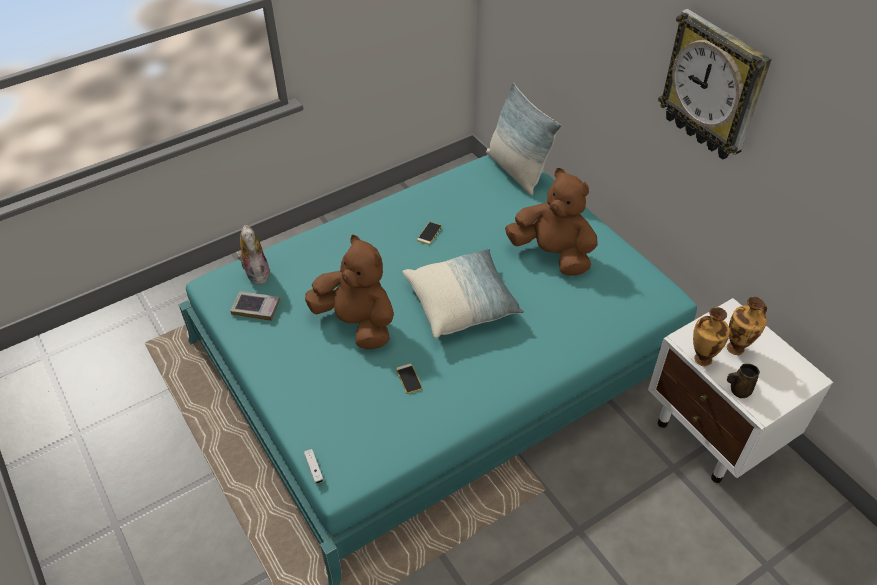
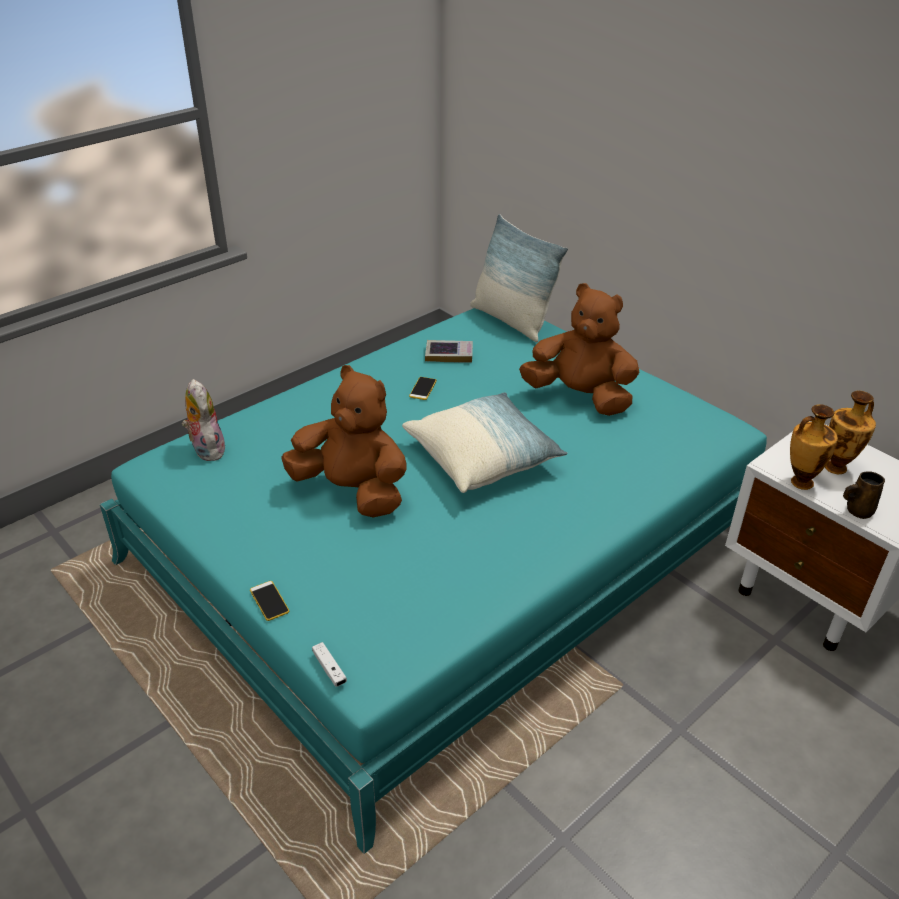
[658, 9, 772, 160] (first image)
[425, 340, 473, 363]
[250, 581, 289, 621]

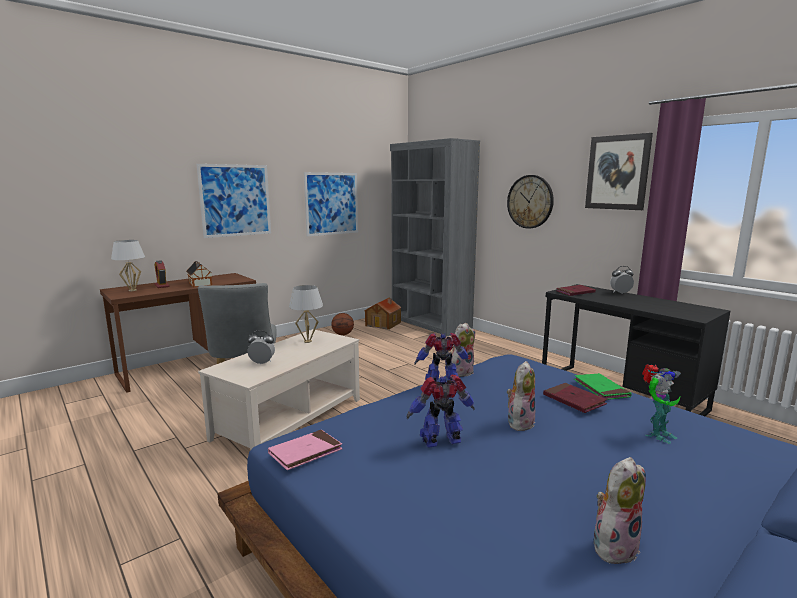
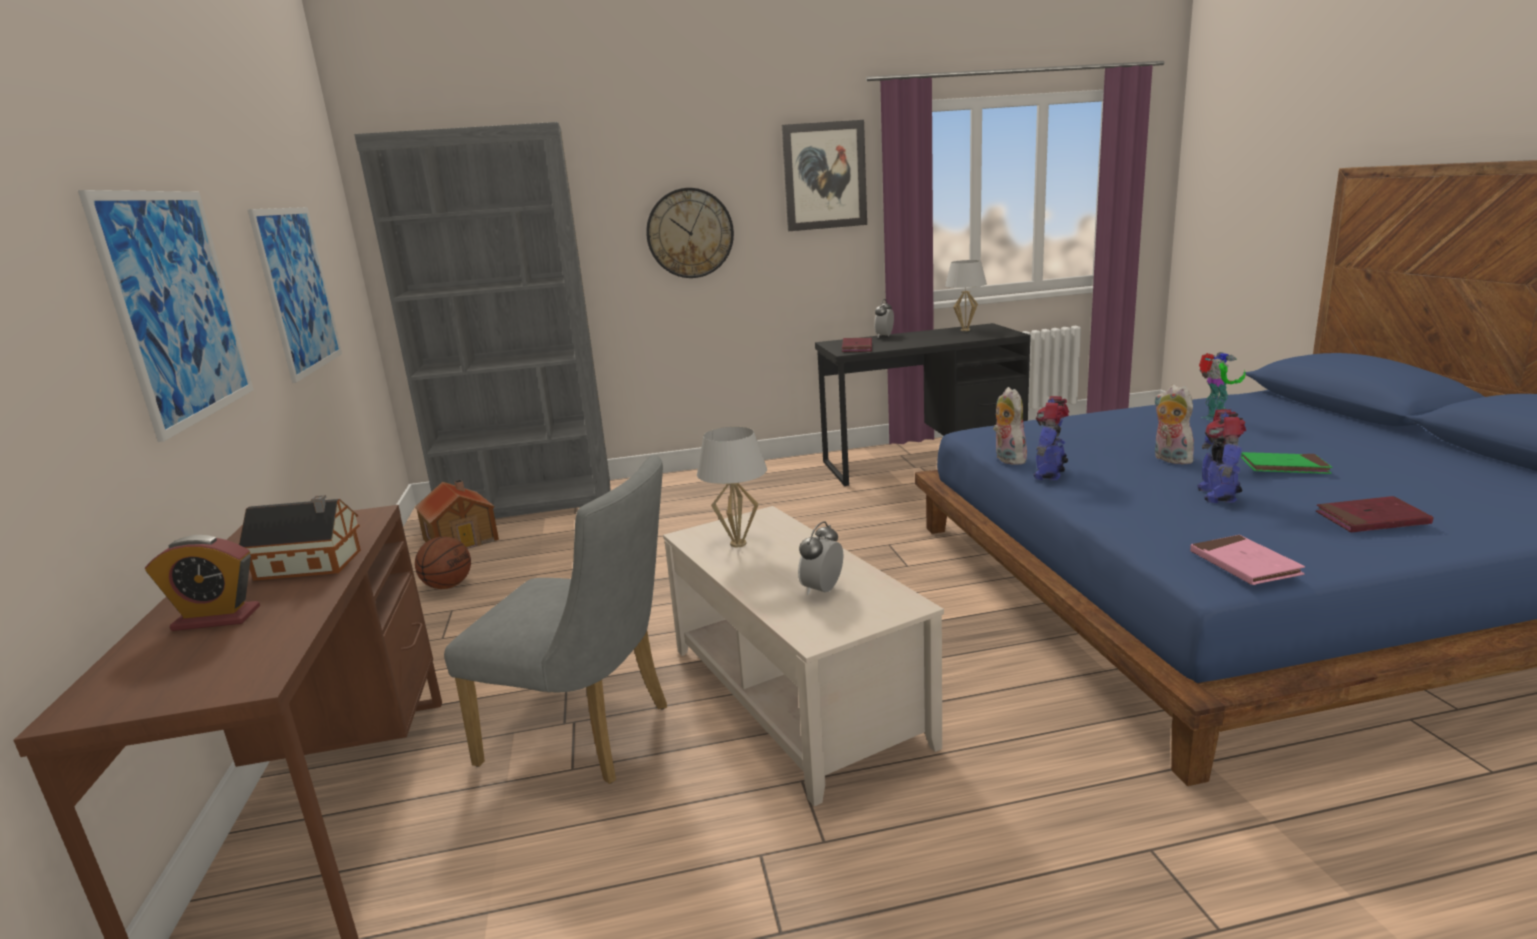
[945, 260, 987, 331]
[1241, 452, 1332, 474]
[1316, 496, 1433, 532]
[594, 457, 646, 564] (first image)

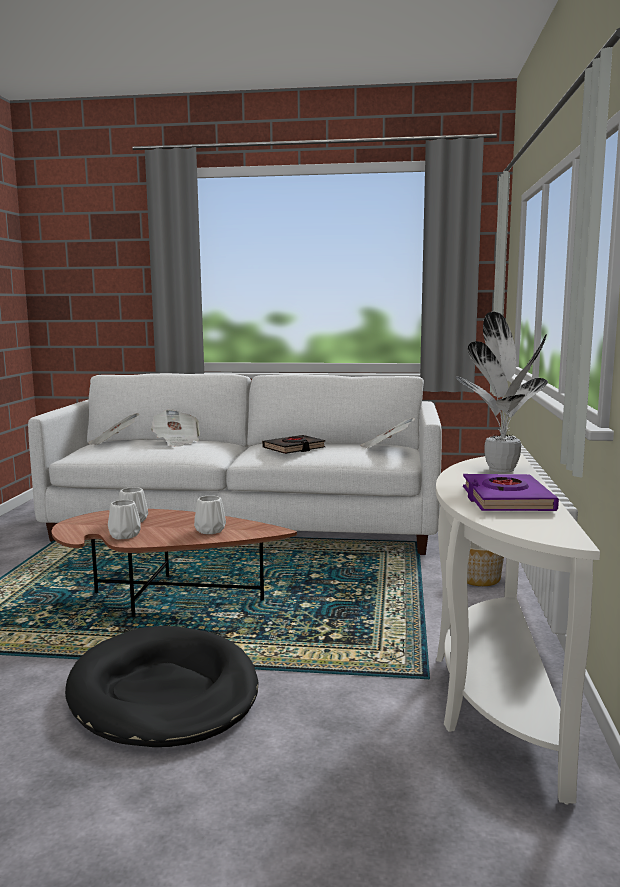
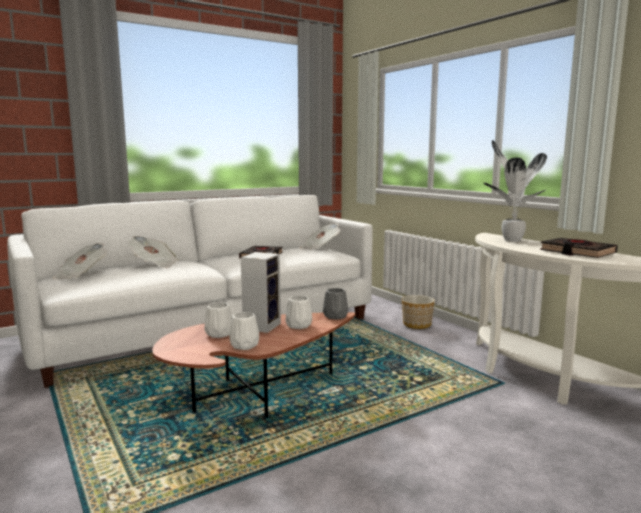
[540, 238, 618, 258]
[65, 626, 259, 747] (first image)
[241, 252, 281, 333]
[323, 288, 348, 320]

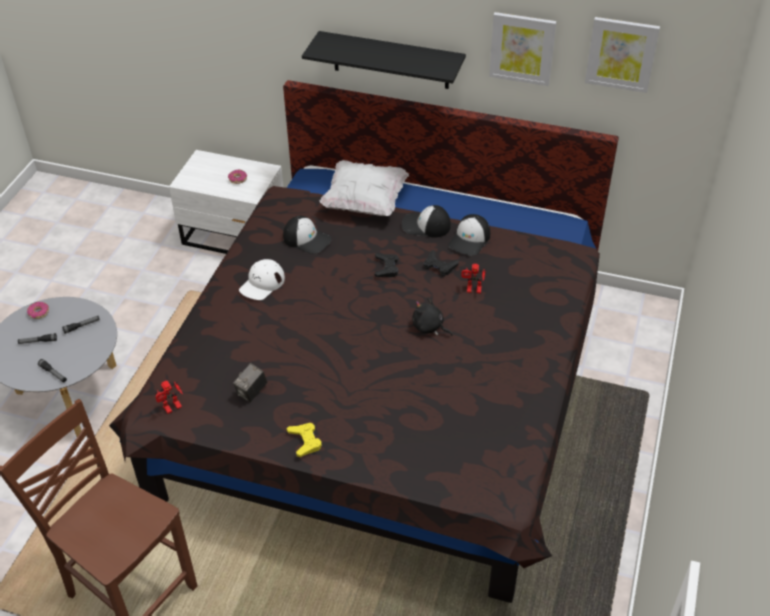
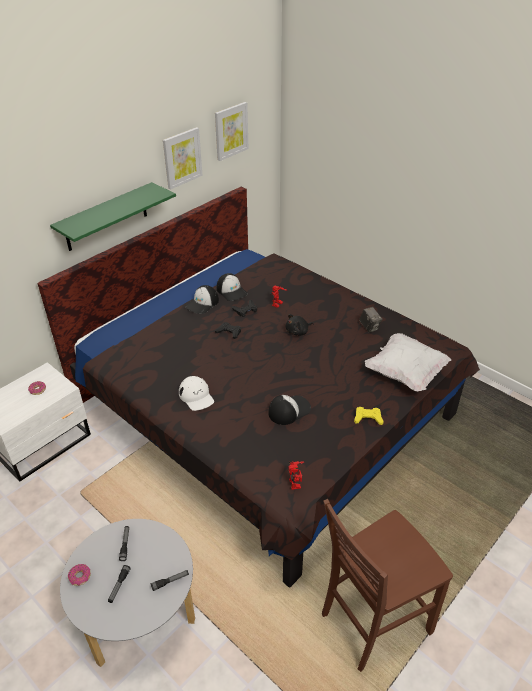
[50, 182, 176, 251]
[365, 333, 451, 391]
[268, 395, 311, 425]
[359, 307, 383, 333]

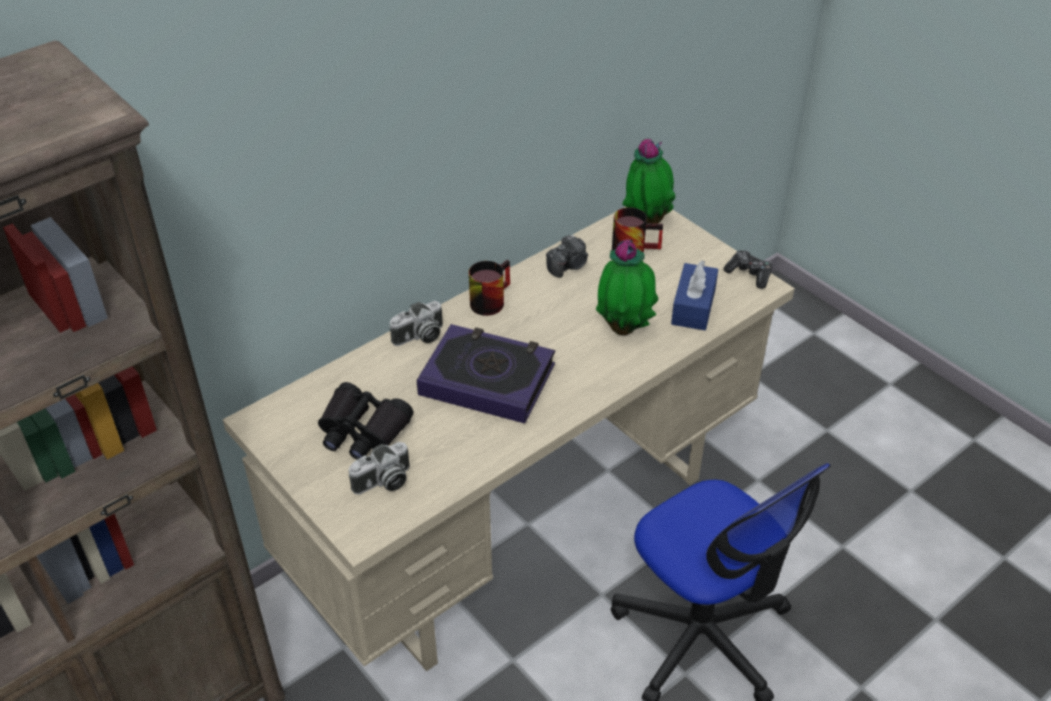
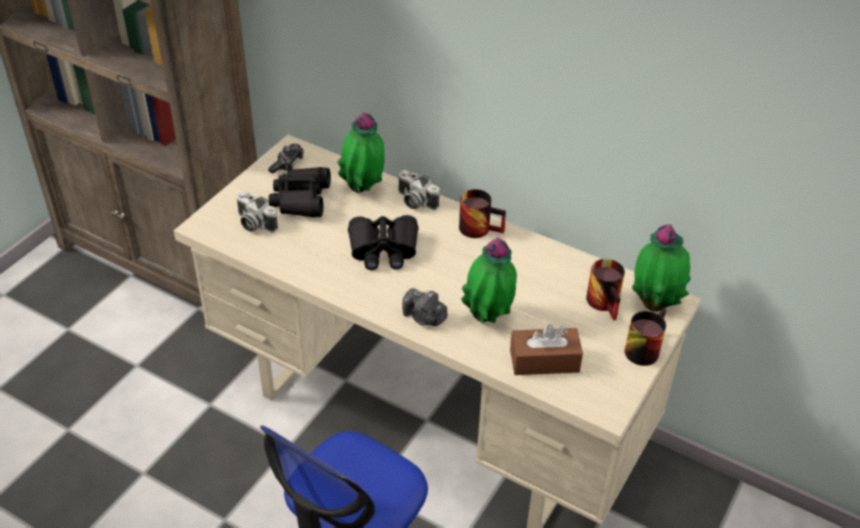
[402, 288, 447, 326]
[268, 144, 304, 173]
[510, 324, 583, 375]
[348, 215, 419, 270]
[337, 112, 384, 193]
[625, 309, 666, 366]

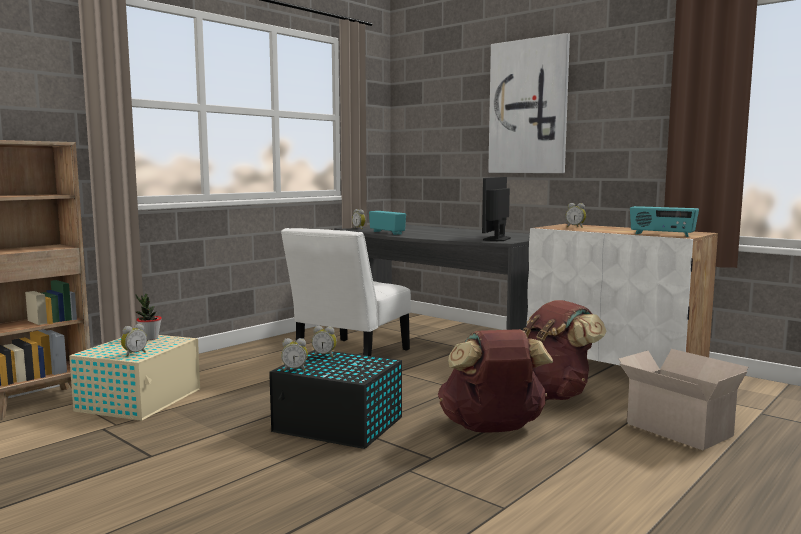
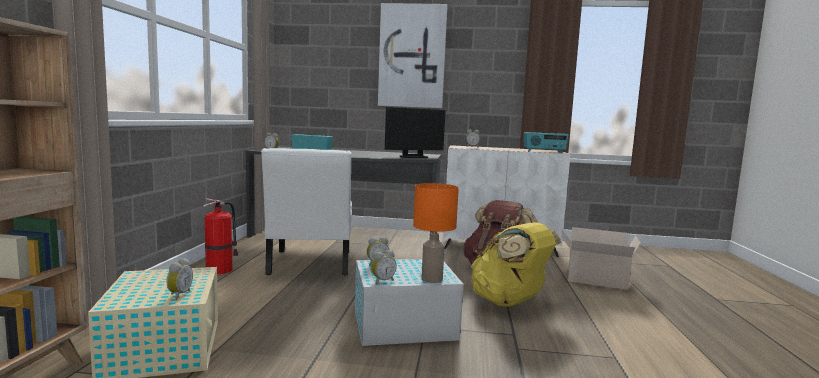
[385, 107, 445, 158]
[135, 294, 162, 340] (first image)
[471, 222, 561, 307]
[355, 259, 464, 346]
[413, 183, 459, 283]
[203, 198, 238, 274]

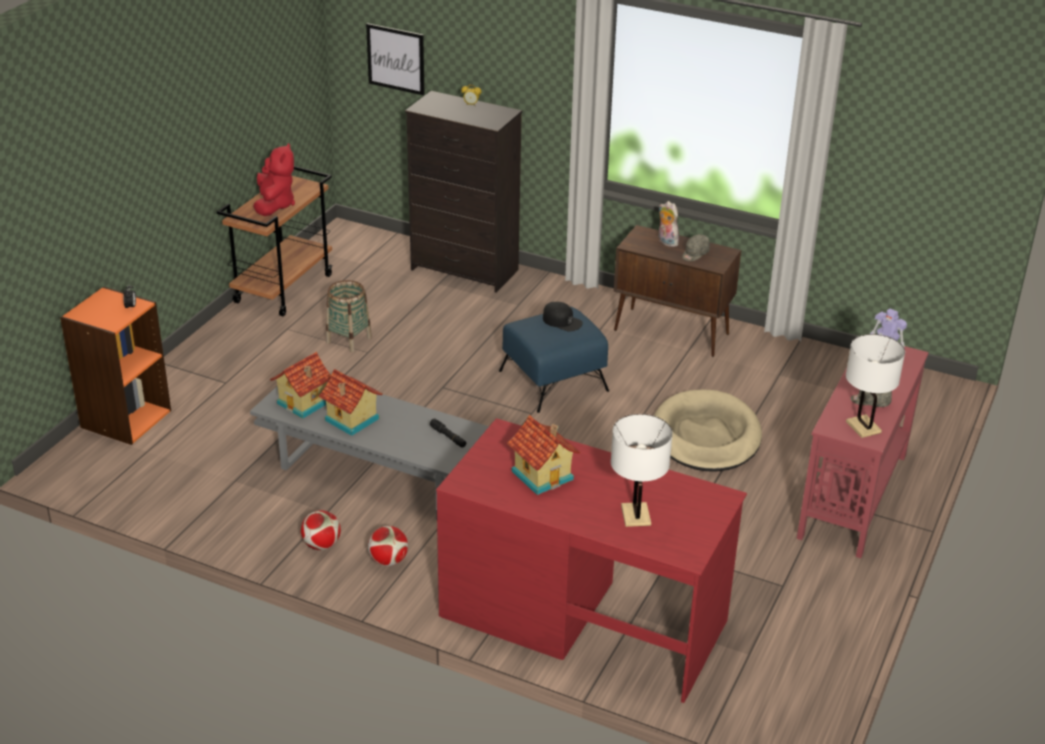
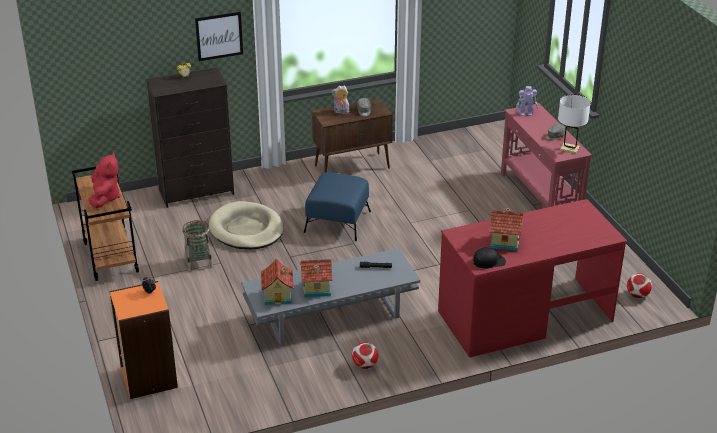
[195, 12, 243, 61]
[88, 152, 120, 208]
[473, 248, 506, 269]
[209, 201, 284, 249]
[611, 414, 673, 527] (first image)
[627, 273, 652, 298]

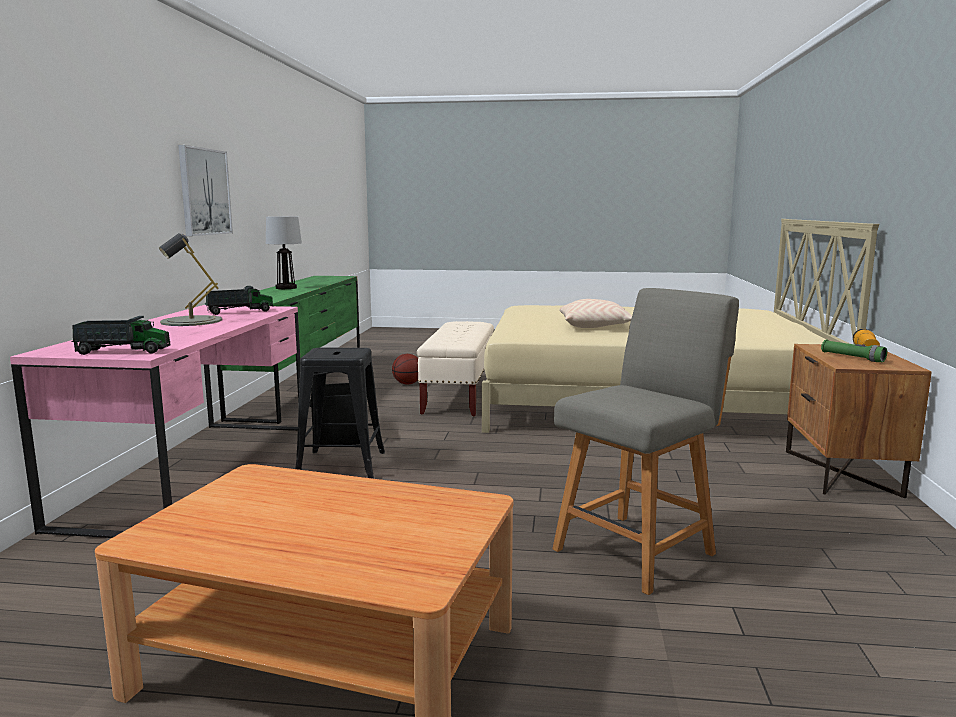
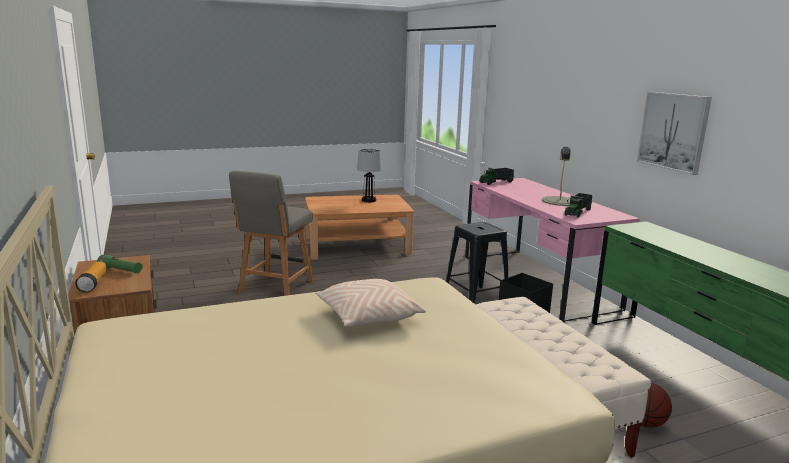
[357, 149, 382, 202]

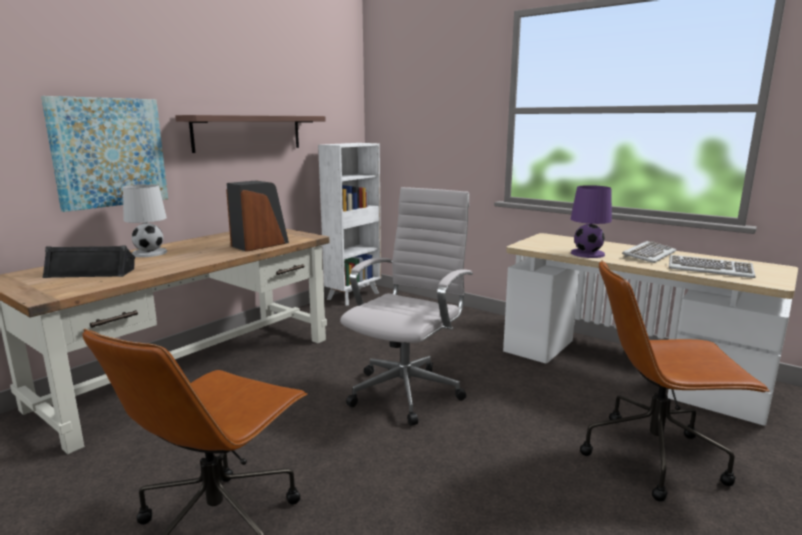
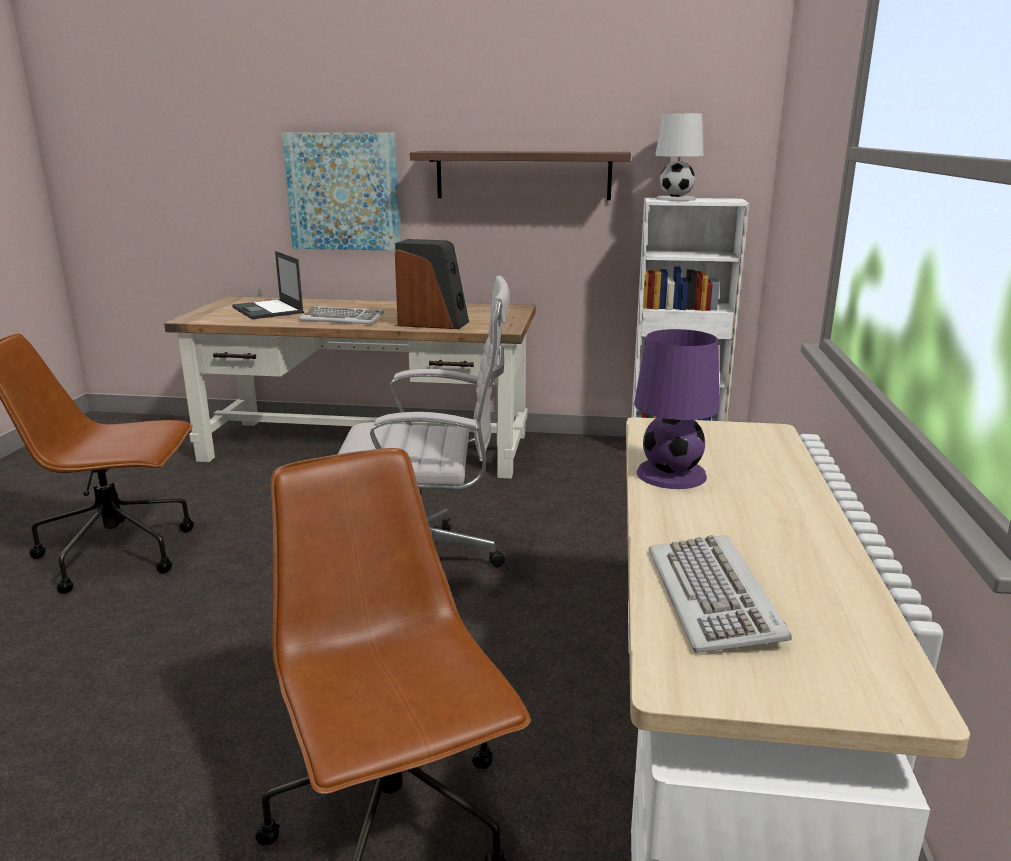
[655, 113, 703, 201]
[298, 306, 384, 324]
[232, 251, 304, 319]

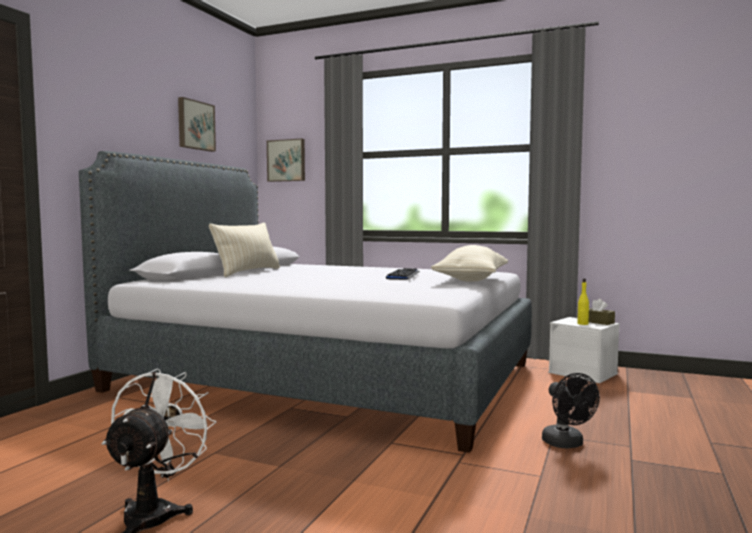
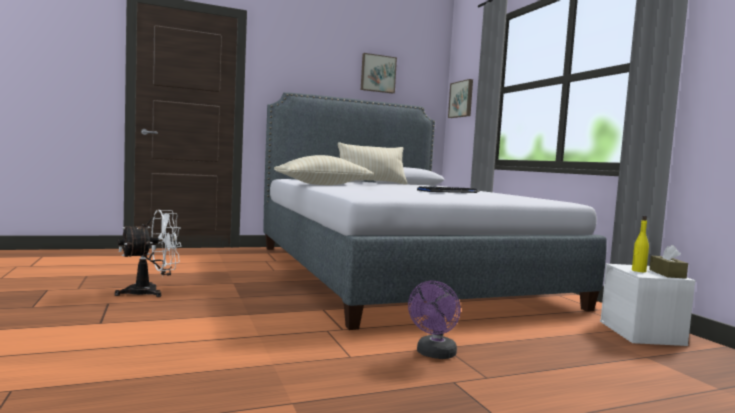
[274, 155, 374, 185]
[408, 281, 461, 359]

